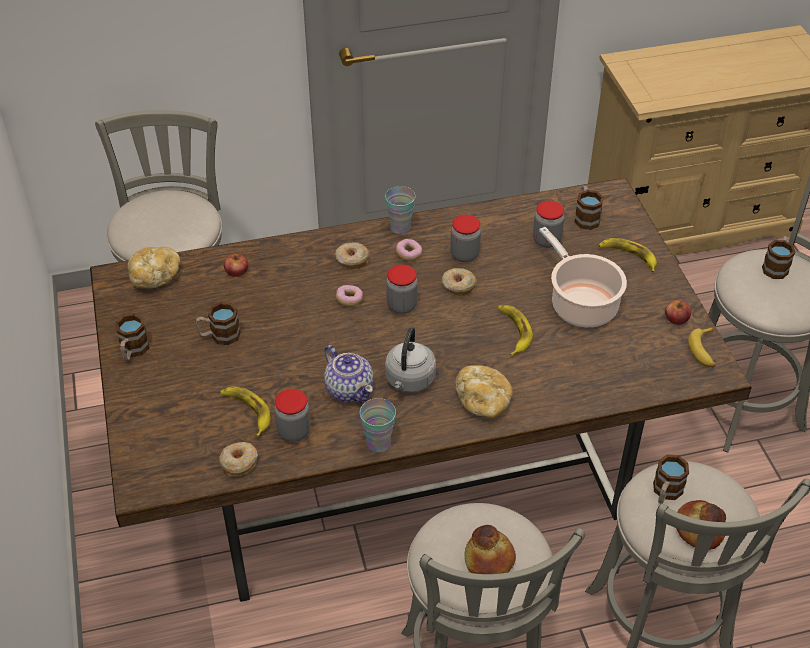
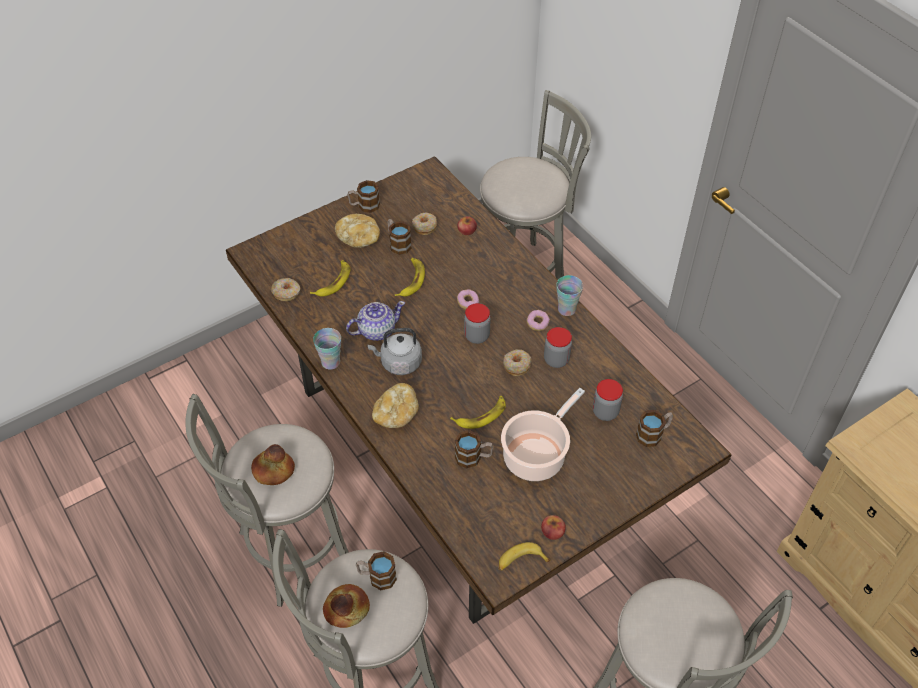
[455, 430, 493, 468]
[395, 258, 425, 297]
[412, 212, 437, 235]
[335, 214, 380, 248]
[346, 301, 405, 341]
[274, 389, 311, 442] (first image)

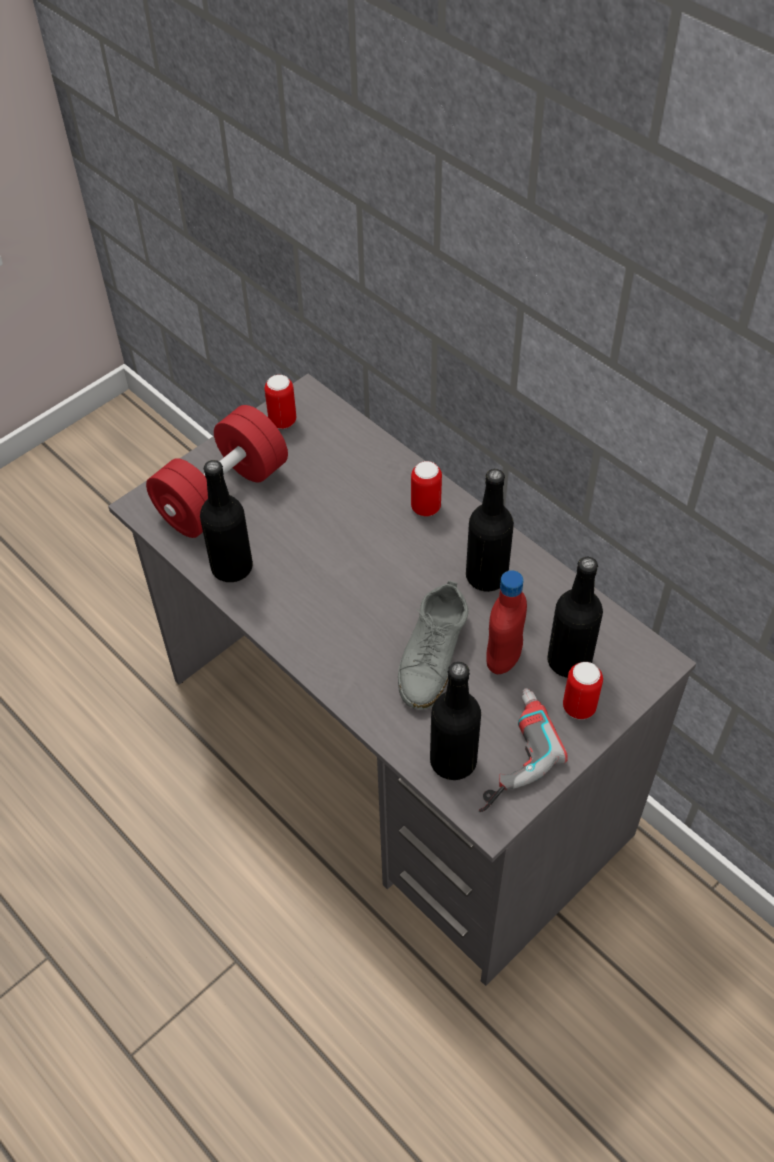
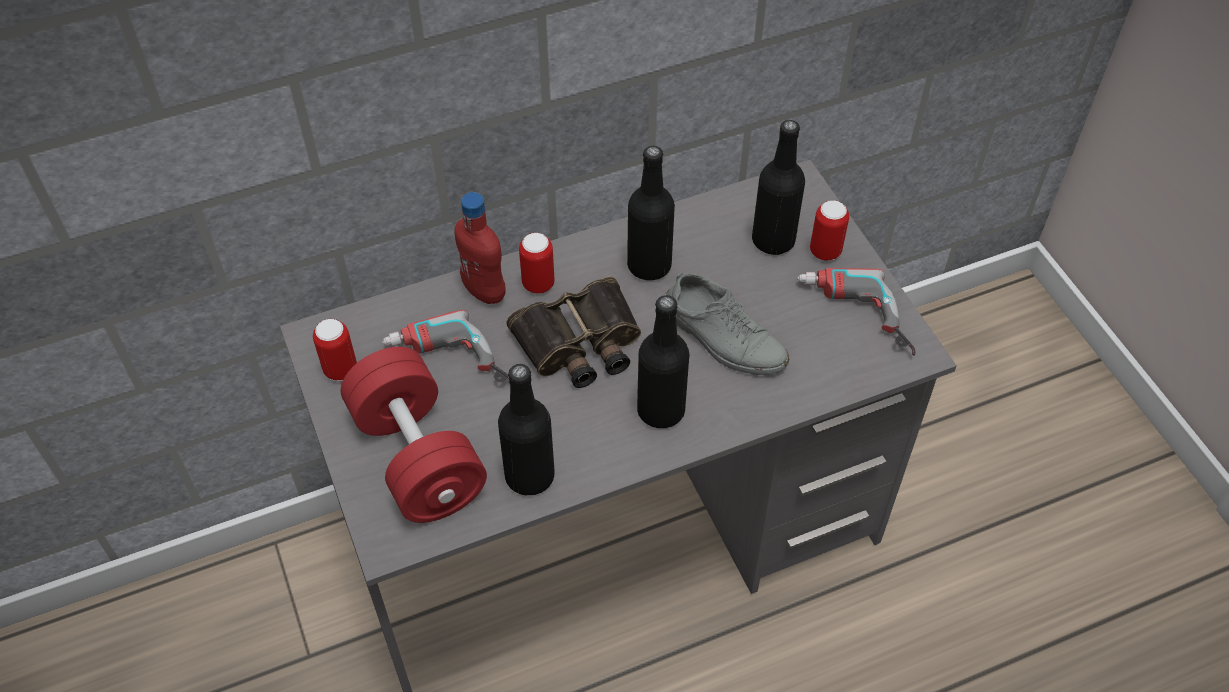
[454, 192, 505, 304]
[637, 295, 690, 428]
[506, 276, 641, 388]
[382, 310, 509, 382]

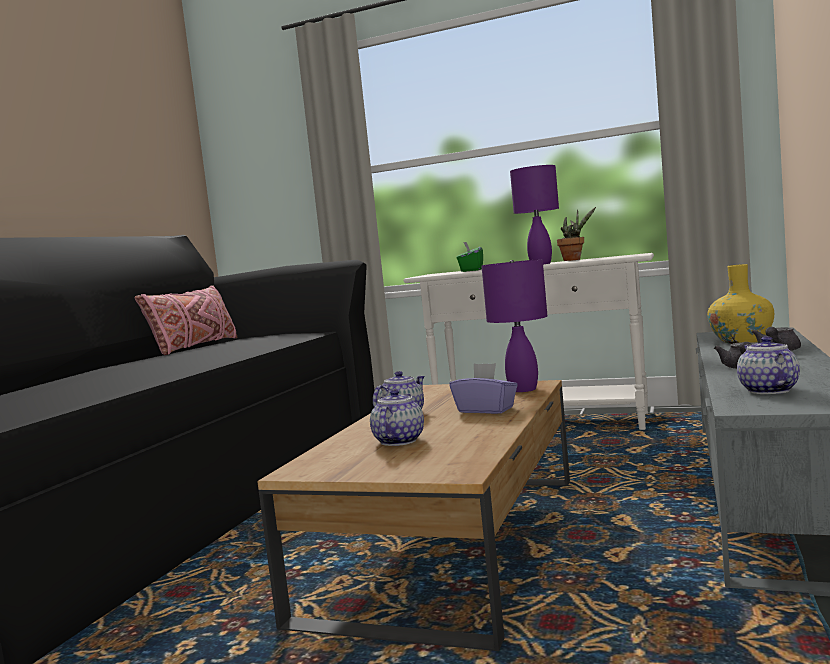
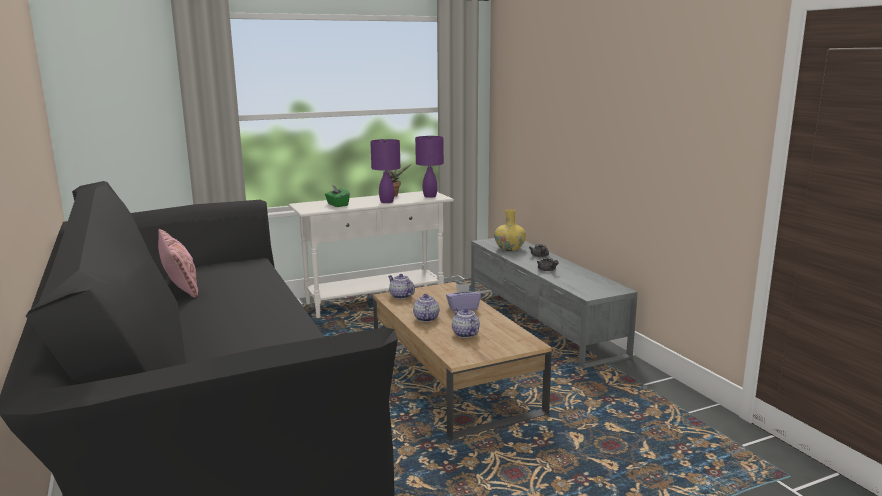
[415, 136, 444, 198]
[388, 274, 415, 299]

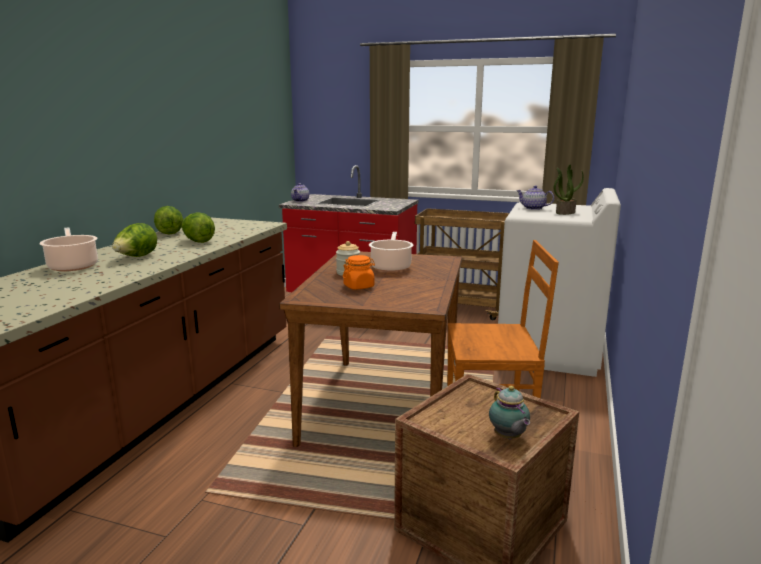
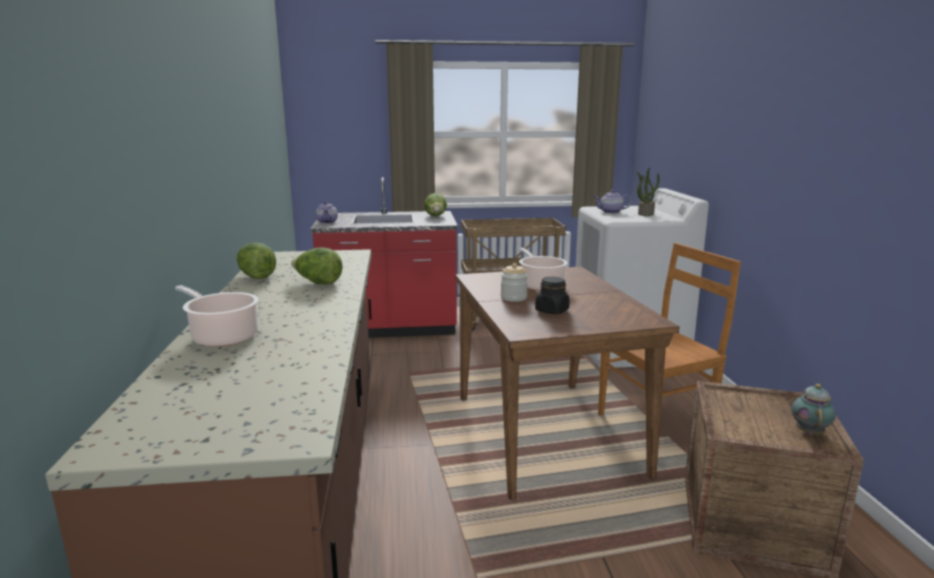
[424, 193, 447, 216]
[535, 277, 570, 314]
[792, 384, 836, 435]

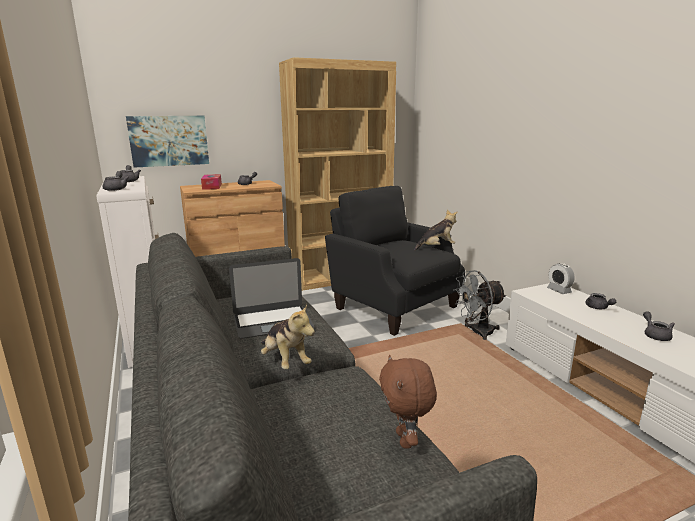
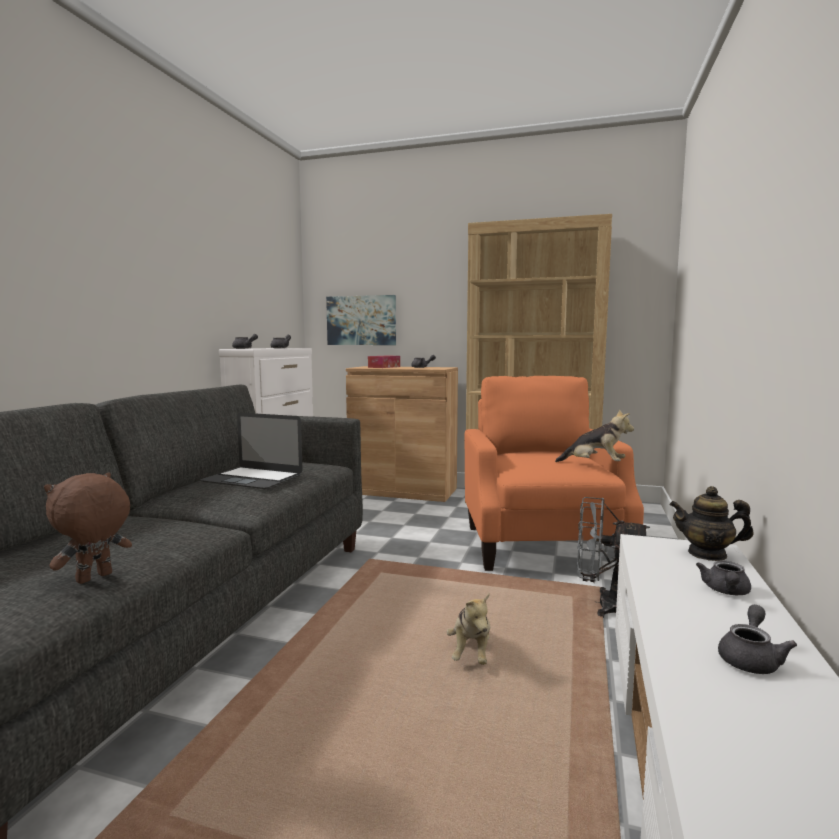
[465, 376, 644, 571]
[670, 486, 753, 561]
[447, 594, 490, 665]

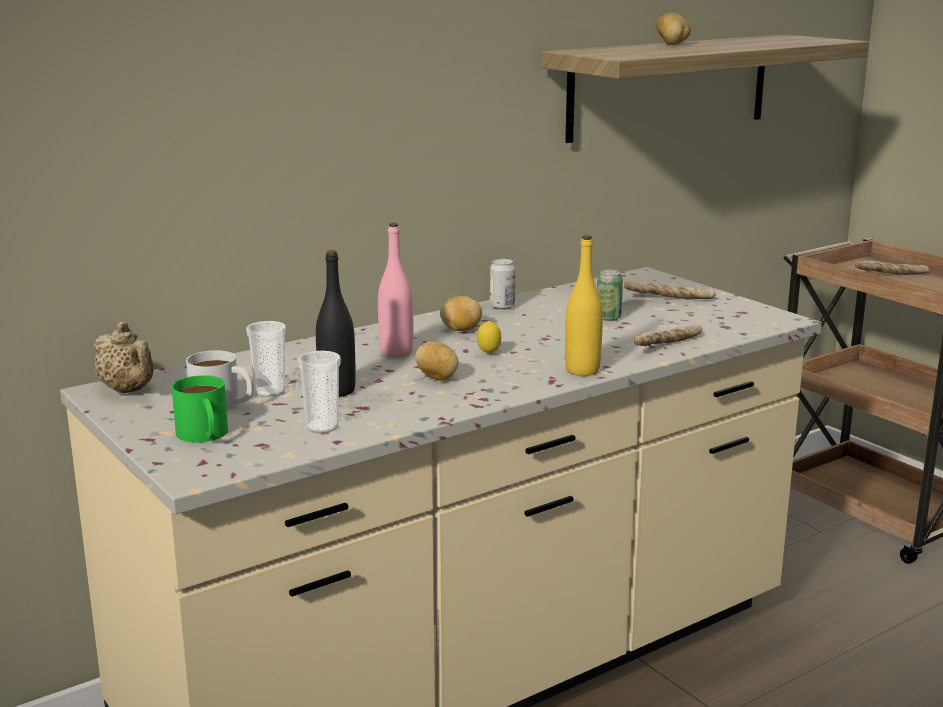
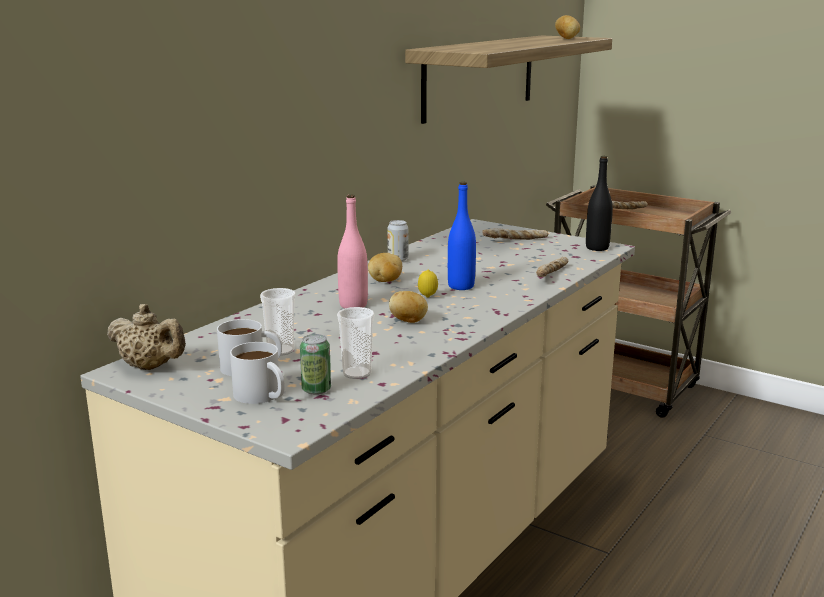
[555, 15, 580, 39]
[565, 235, 603, 376] (first image)
[586, 156, 613, 251]
[300, 334, 331, 395]
[230, 342, 285, 404]
[448, 182, 476, 290]

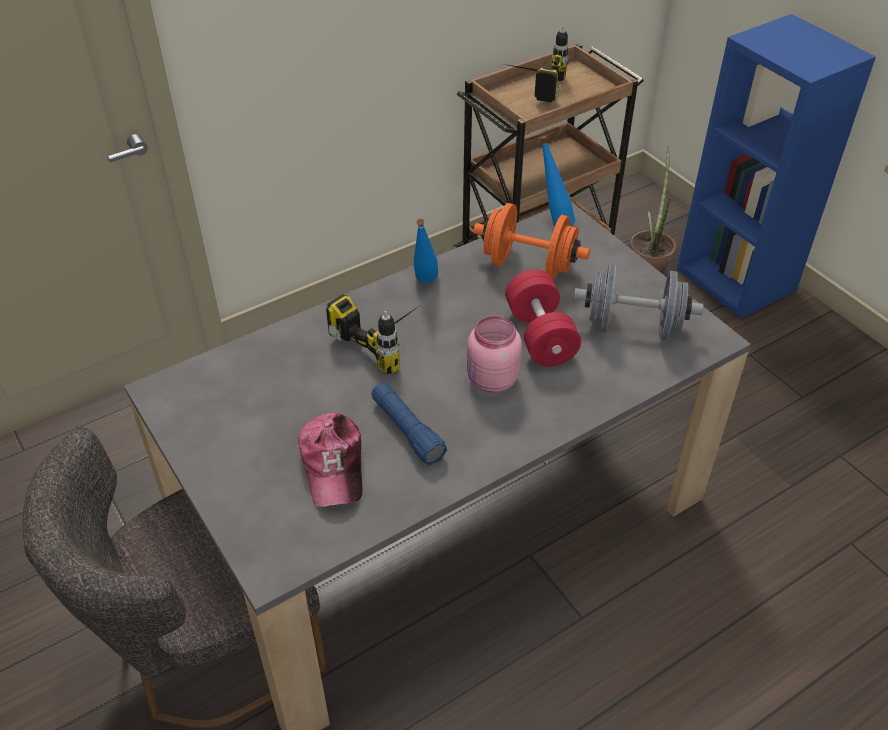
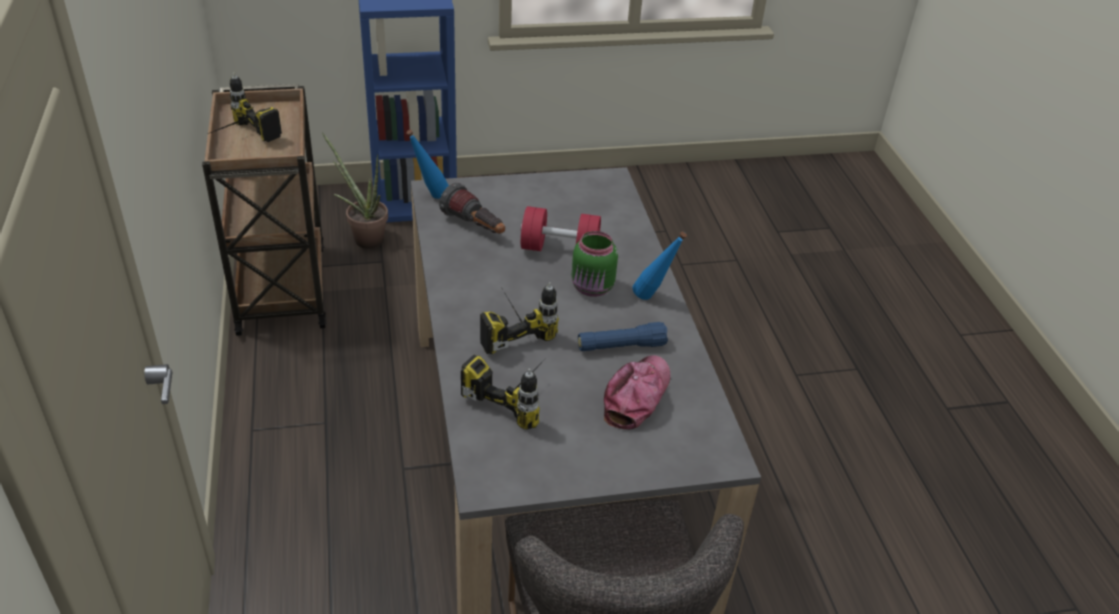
[439, 183, 505, 234]
[632, 232, 687, 300]
[574, 264, 703, 340] (first image)
[572, 231, 618, 297]
[604, 355, 671, 429]
[461, 355, 542, 430]

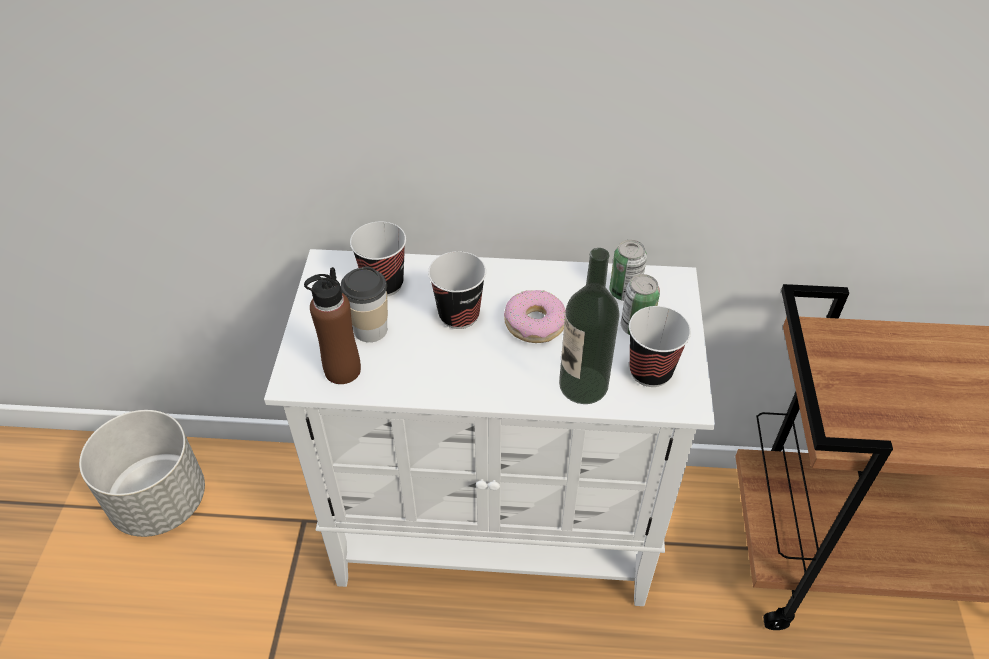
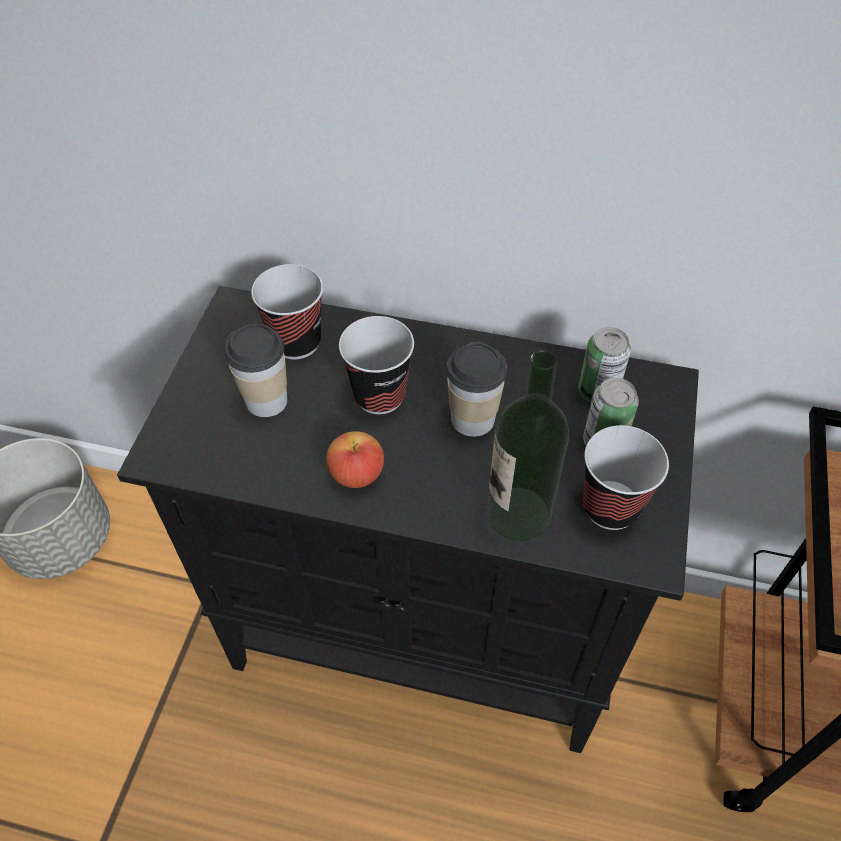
[117, 286, 699, 753]
[304, 267, 361, 384] (first image)
[446, 342, 507, 437]
[326, 431, 384, 488]

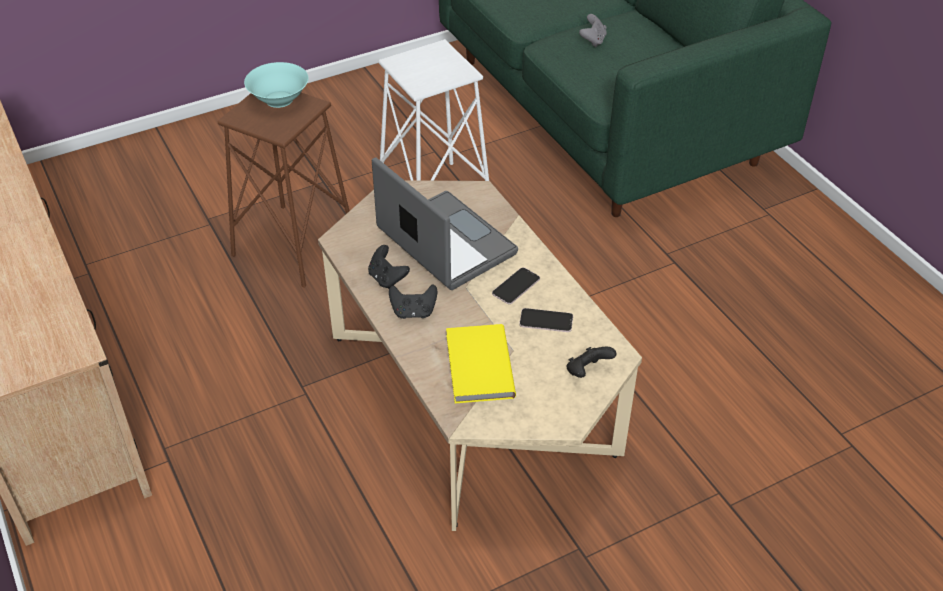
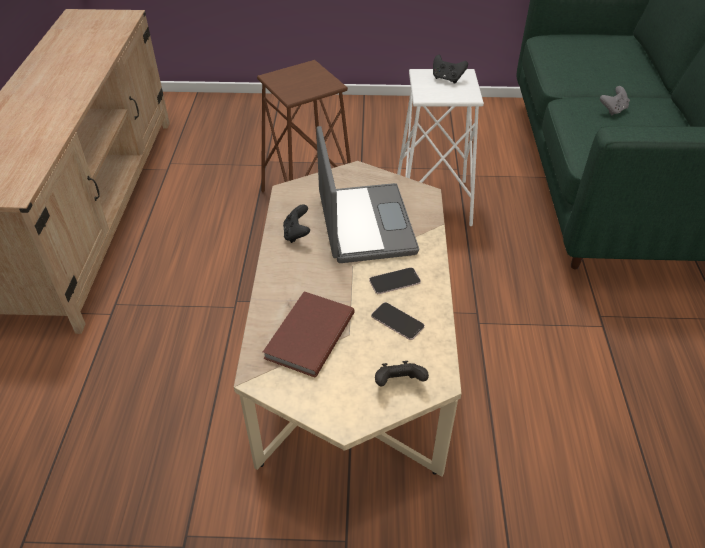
[244, 62, 309, 108] (first image)
[433, 55, 468, 83]
[263, 291, 355, 377]

